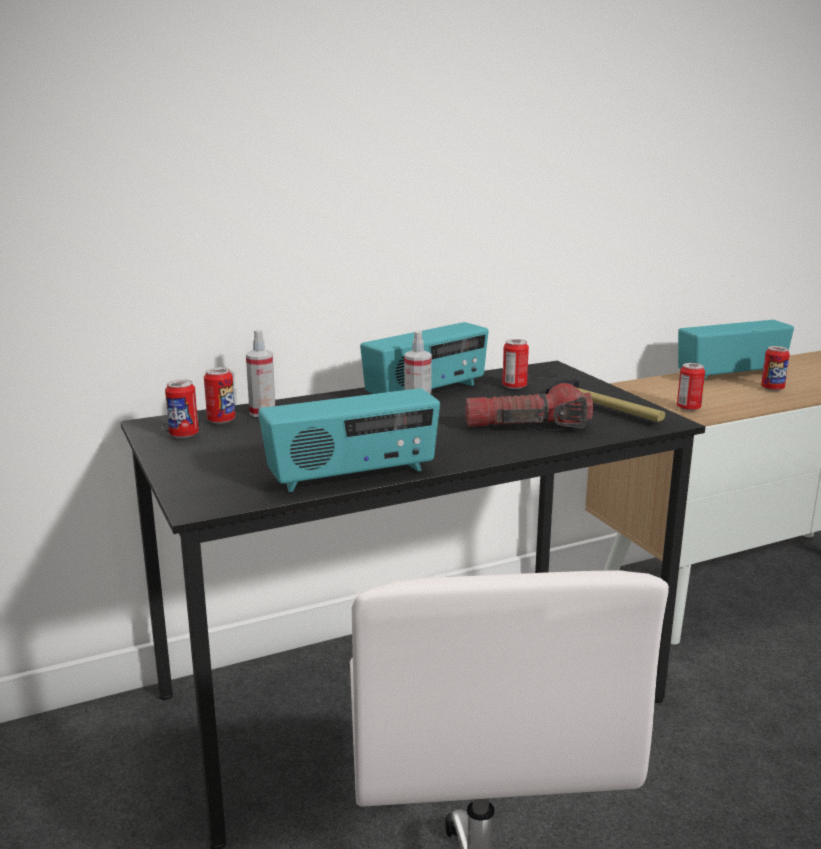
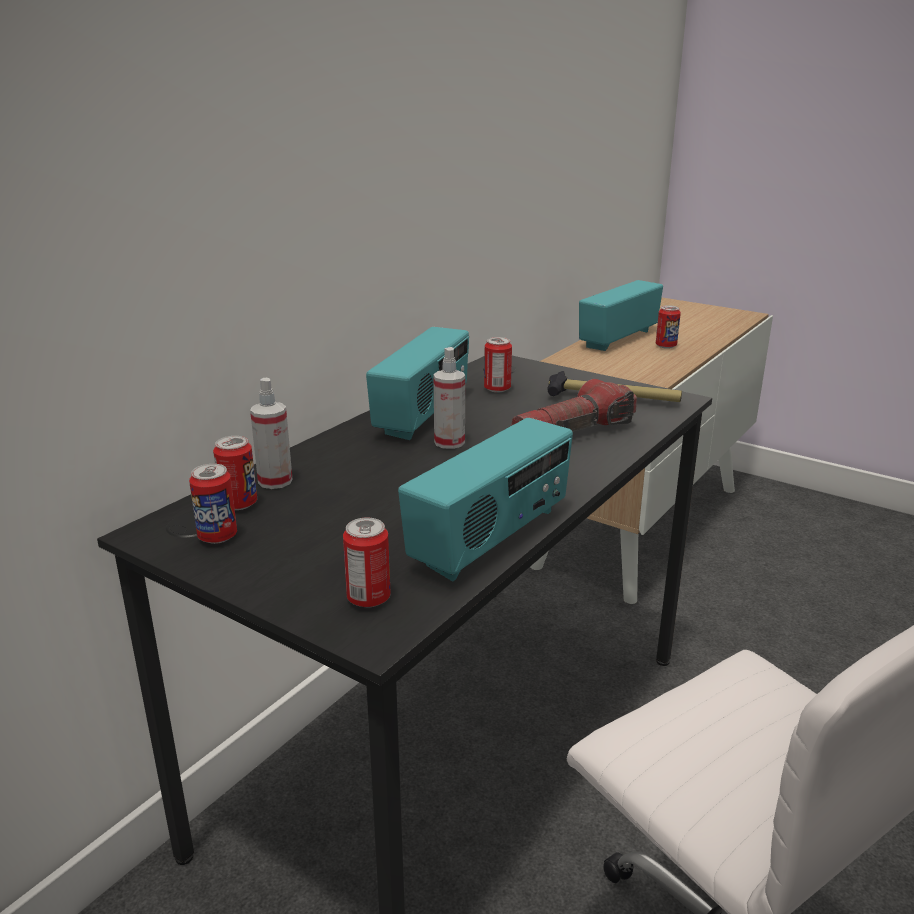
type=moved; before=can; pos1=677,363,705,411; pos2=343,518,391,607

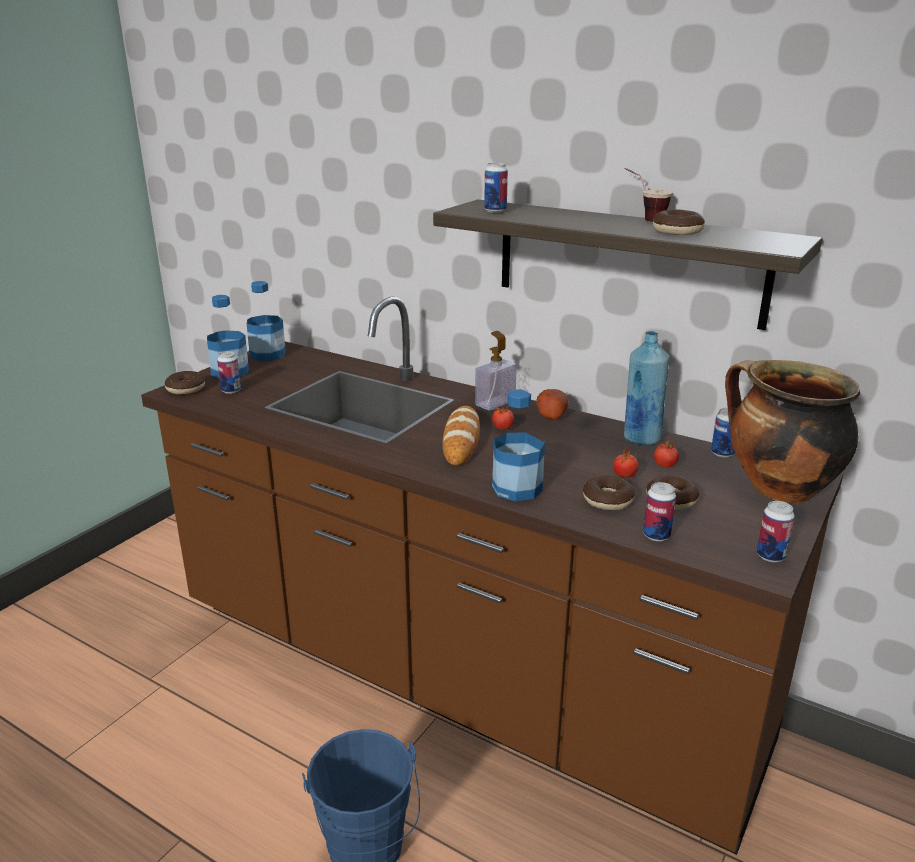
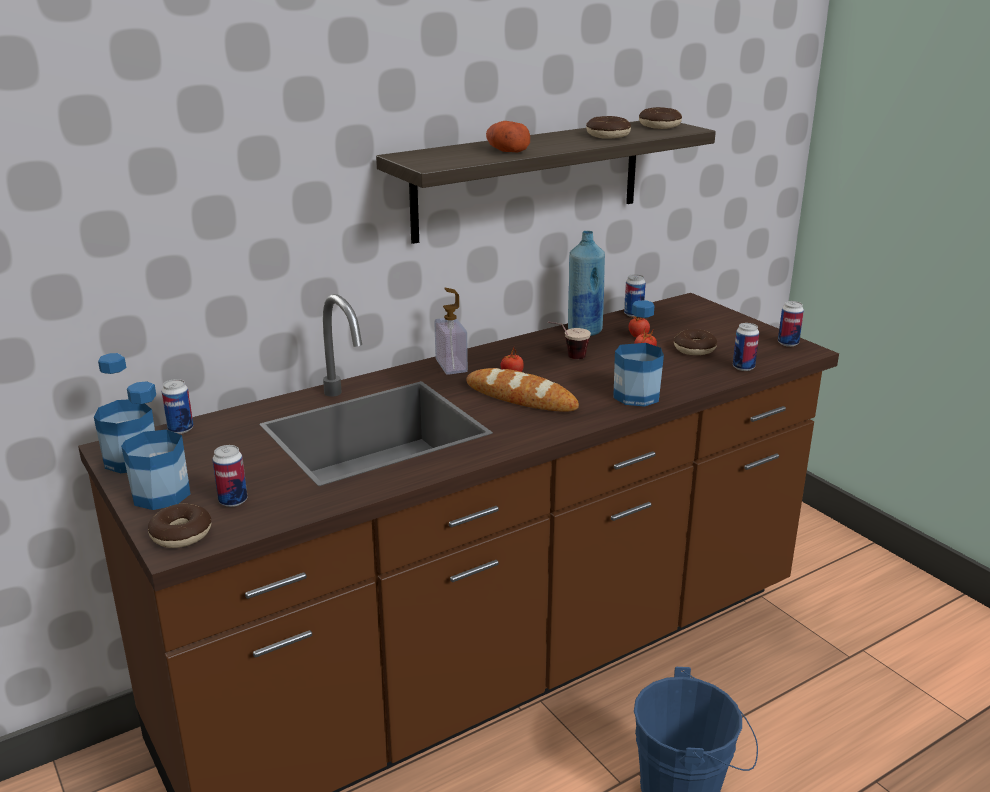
type=moved; before=can; pos1=484,163,508,213; pos2=162,379,193,434
type=moved; before=potato; pos1=536,389,569,419; pos2=486,121,530,153
type=moved; before=donut; pos1=583,475,635,510; pos2=639,107,682,129
type=moved; before=cup; pos1=625,168,672,222; pos2=548,322,591,359
type=removed; before=cooking pot; pos1=725,360,860,503

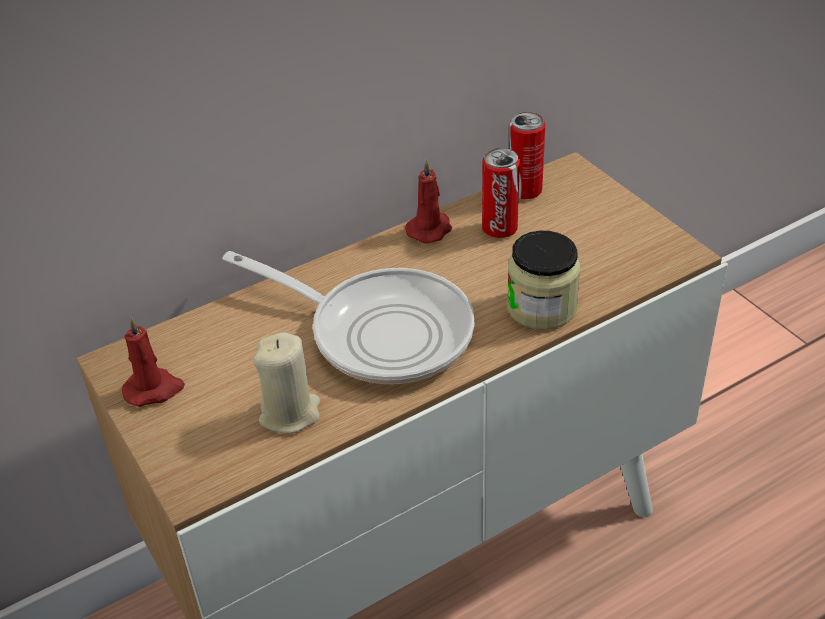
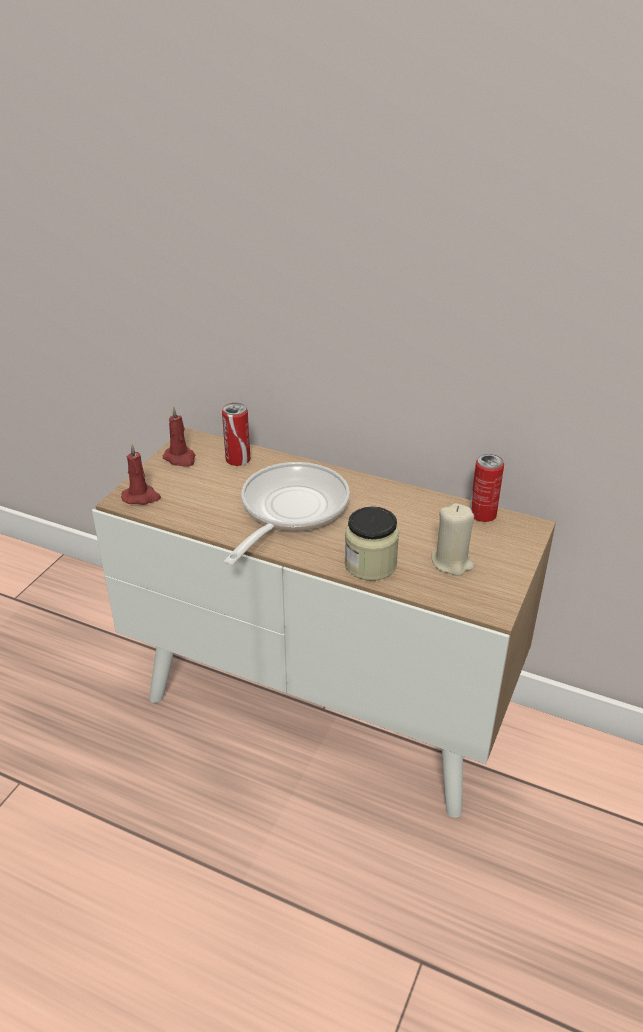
type=turned; before=frying pan; pos1=222,251,475,384; pos2=223,462,350,566; turn=-150
type=moved; before=beige candle; pos1=253,332,320,434; pos2=431,503,475,576
type=moved; before=red candle; pos1=405,160,452,244; pos2=121,444,161,505
type=moved; before=can; pos1=482,148,520,238; pos2=222,403,250,466

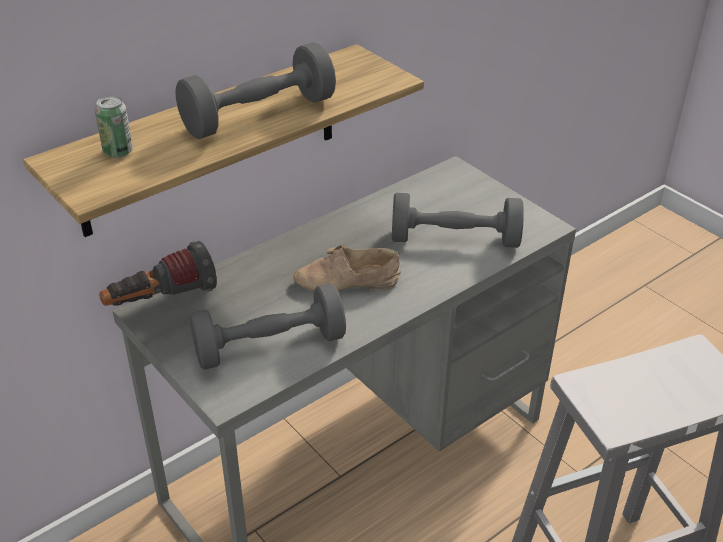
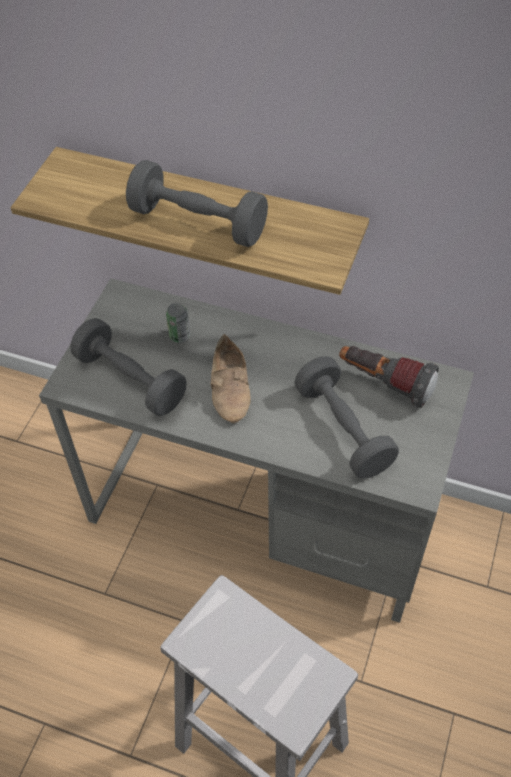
type=moved; before=can; pos1=95,96,133,158; pos2=166,303,190,343
type=moved; before=flashlight; pos1=99,241,217,306; pos2=339,346,439,408
type=turned; before=beige shoe; pos1=293,245,401,292; pos2=211,334,251,423; turn=-150

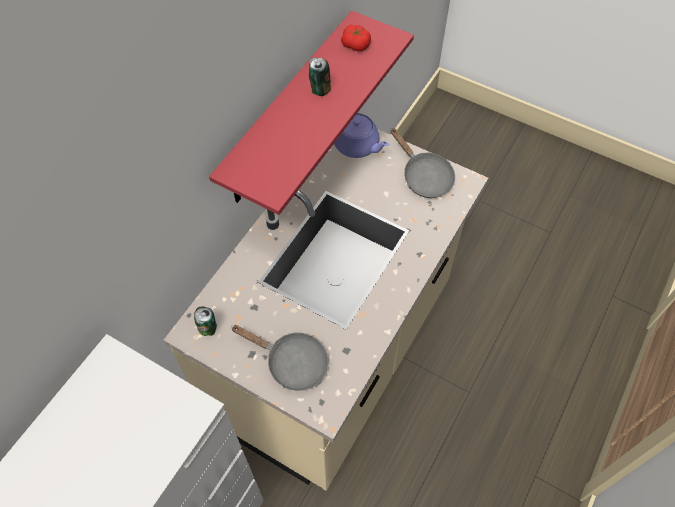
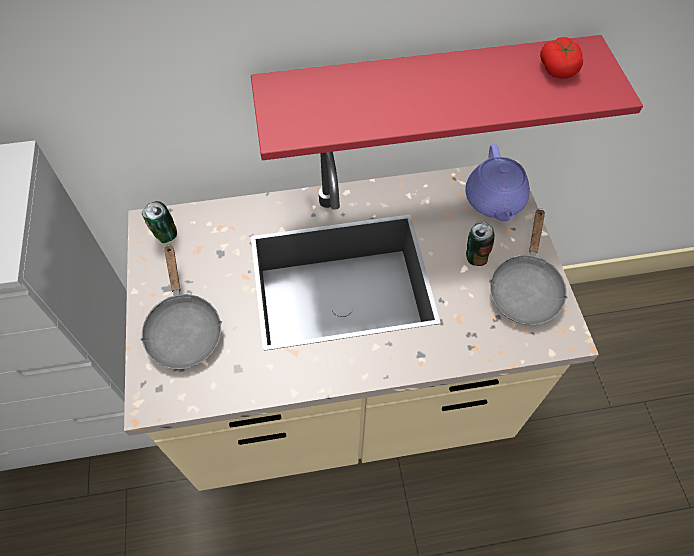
type=moved; before=can; pos1=309,58,331,96; pos2=466,221,494,266

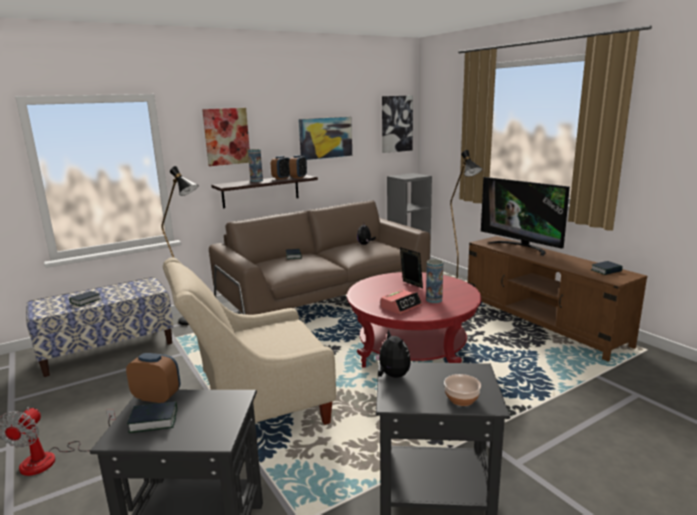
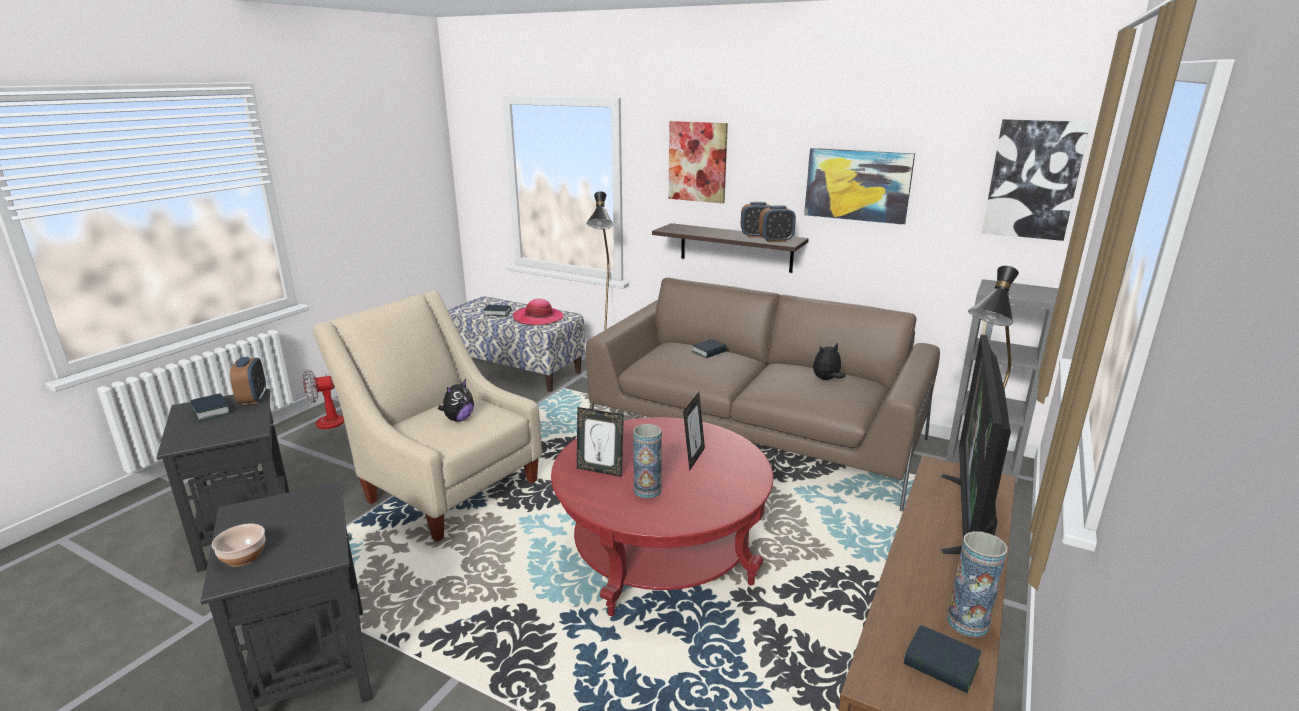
type=moved; before=vase; pos1=248,149,263,182; pos2=947,531,1007,637
type=moved; before=plush toy; pos1=375,330,411,378; pos2=438,379,474,422
type=replaced; before=alarm clock; after=picture frame; pos1=381,289,423,315; pos2=577,407,624,477
type=added; after=hat; pos2=513,299,563,325

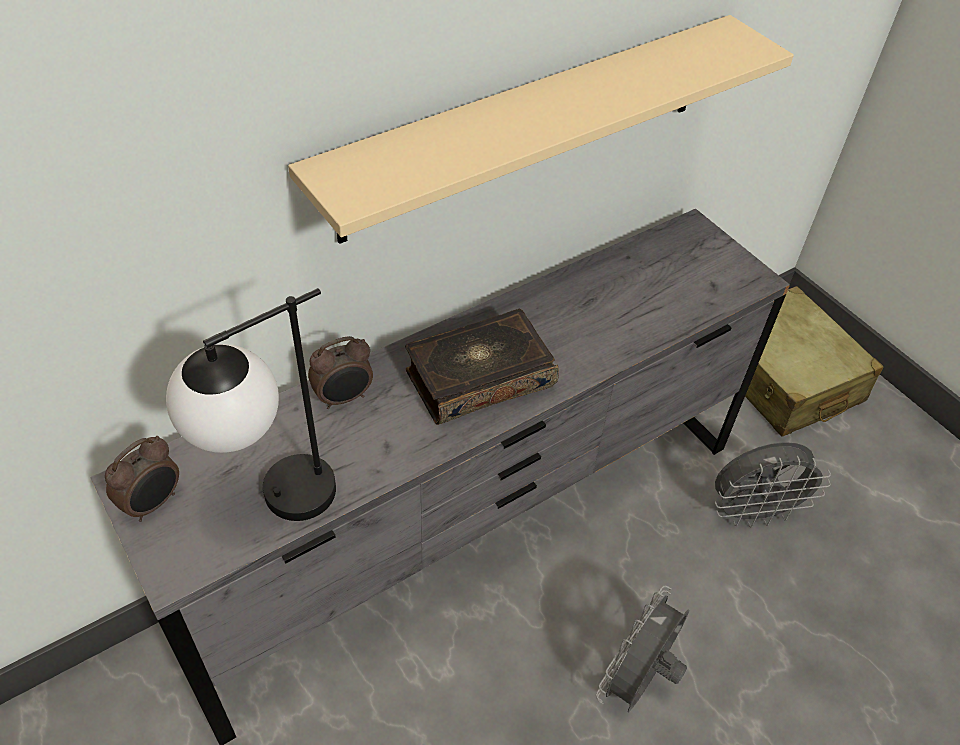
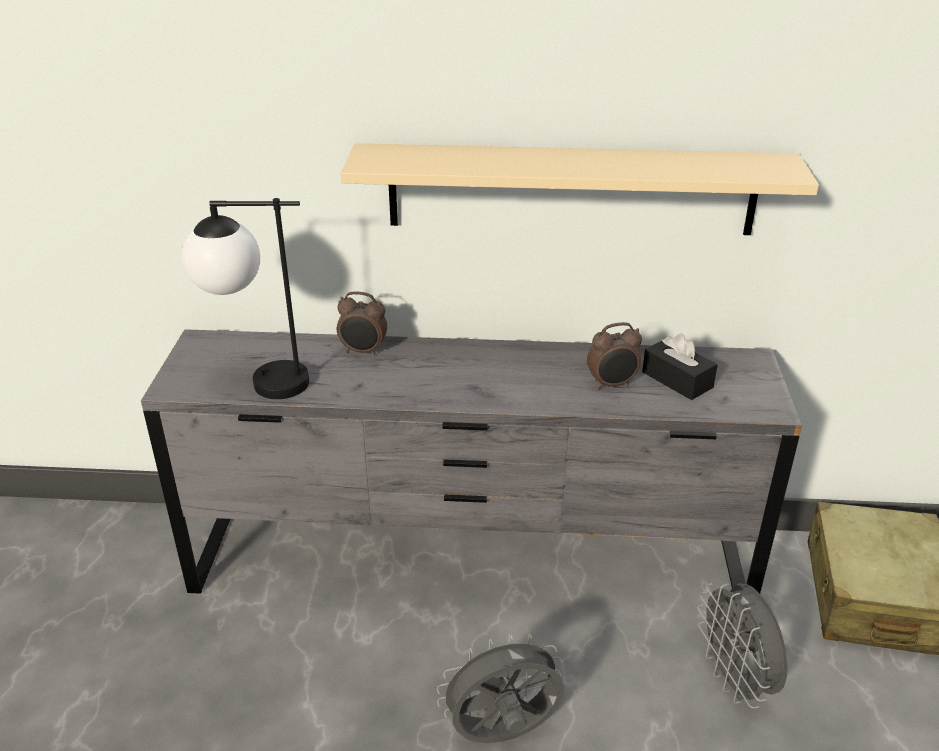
type=moved; before=alarm clock; pos1=105,436,179,522; pos2=587,322,642,390
type=removed; before=book; pos1=405,309,559,425
type=turned; before=grey fan; pos1=715,442,831,528; pos2=697,583,788,709; turn=45
type=added; after=black tissue box; pos2=642,333,718,400

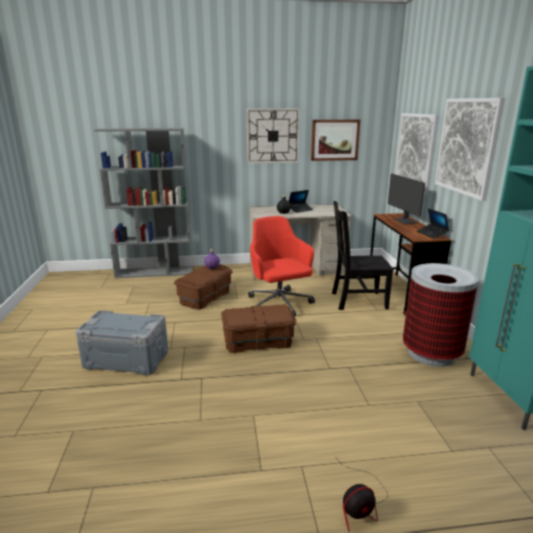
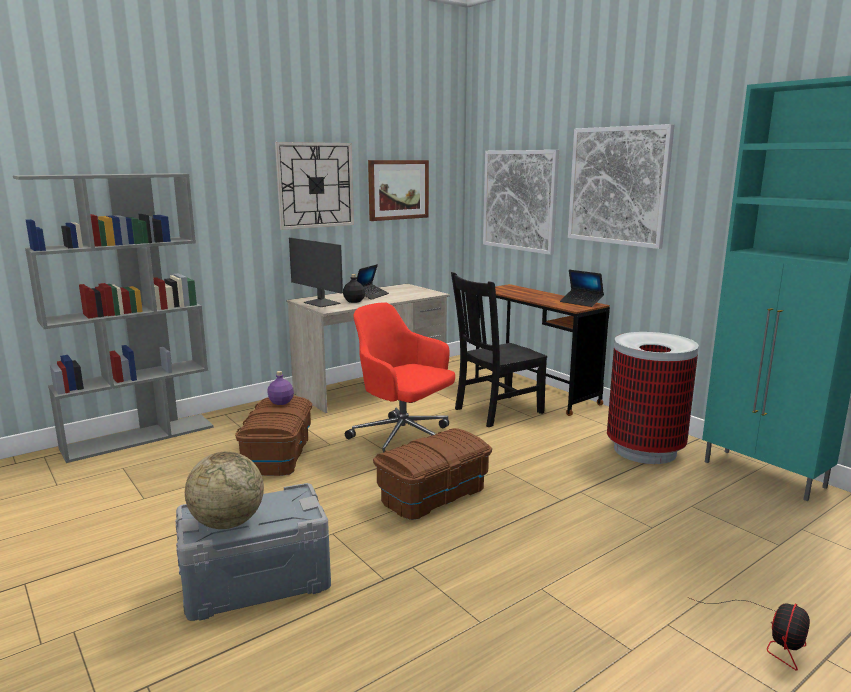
type=moved; before=monitor; pos1=388,174,425,224; pos2=289,238,343,307
type=added; after=globe; pos2=185,452,264,529

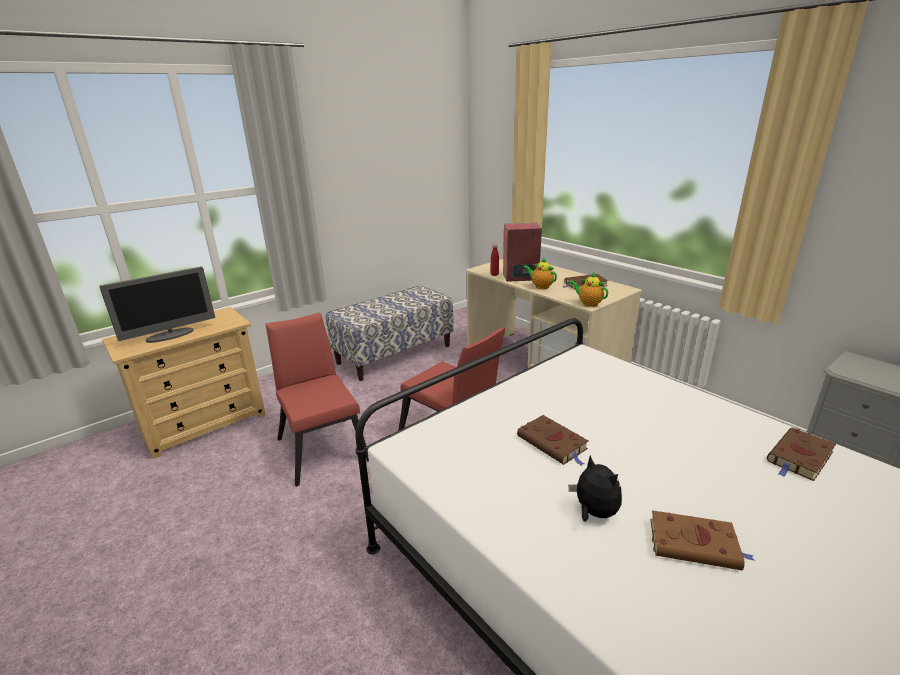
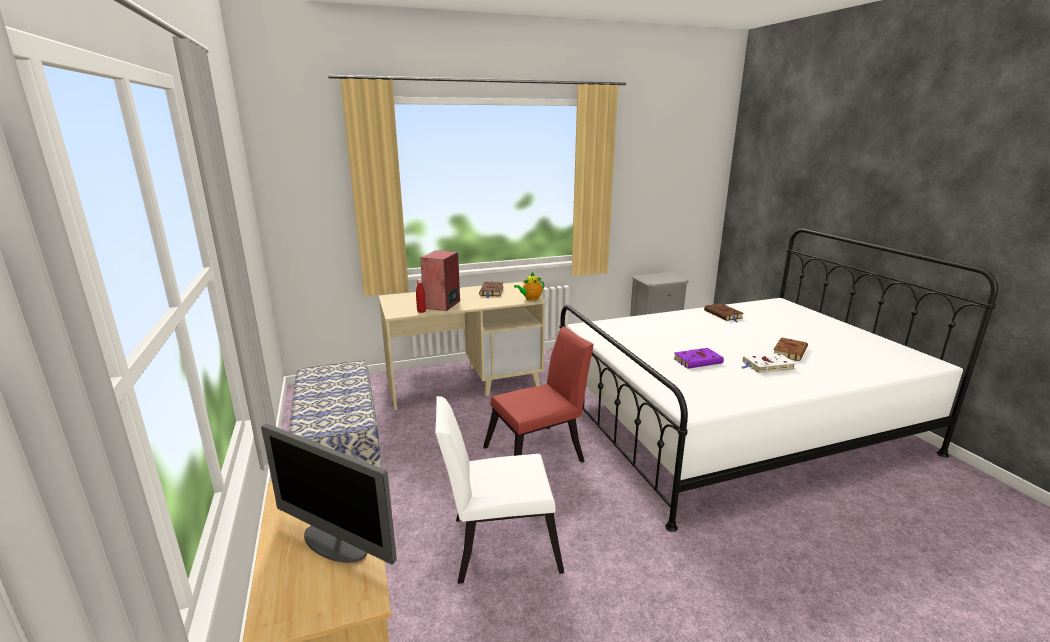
type=turned; before=monitor; pos1=99,266,215,343; pos2=261,424,397,565; turn=135
type=recoloured; before=red chair; after=white chair; pos1=265,313,369,487; pos2=435,396,564,584
type=recoloured; before=brown book; after=purple book; pos1=517,415,588,466; pos2=673,348,724,369
type=removed; before=teapot; pos1=523,257,557,289
type=replaced; before=plush toy; after=white book; pos1=569,455,622,522; pos2=742,353,796,373

